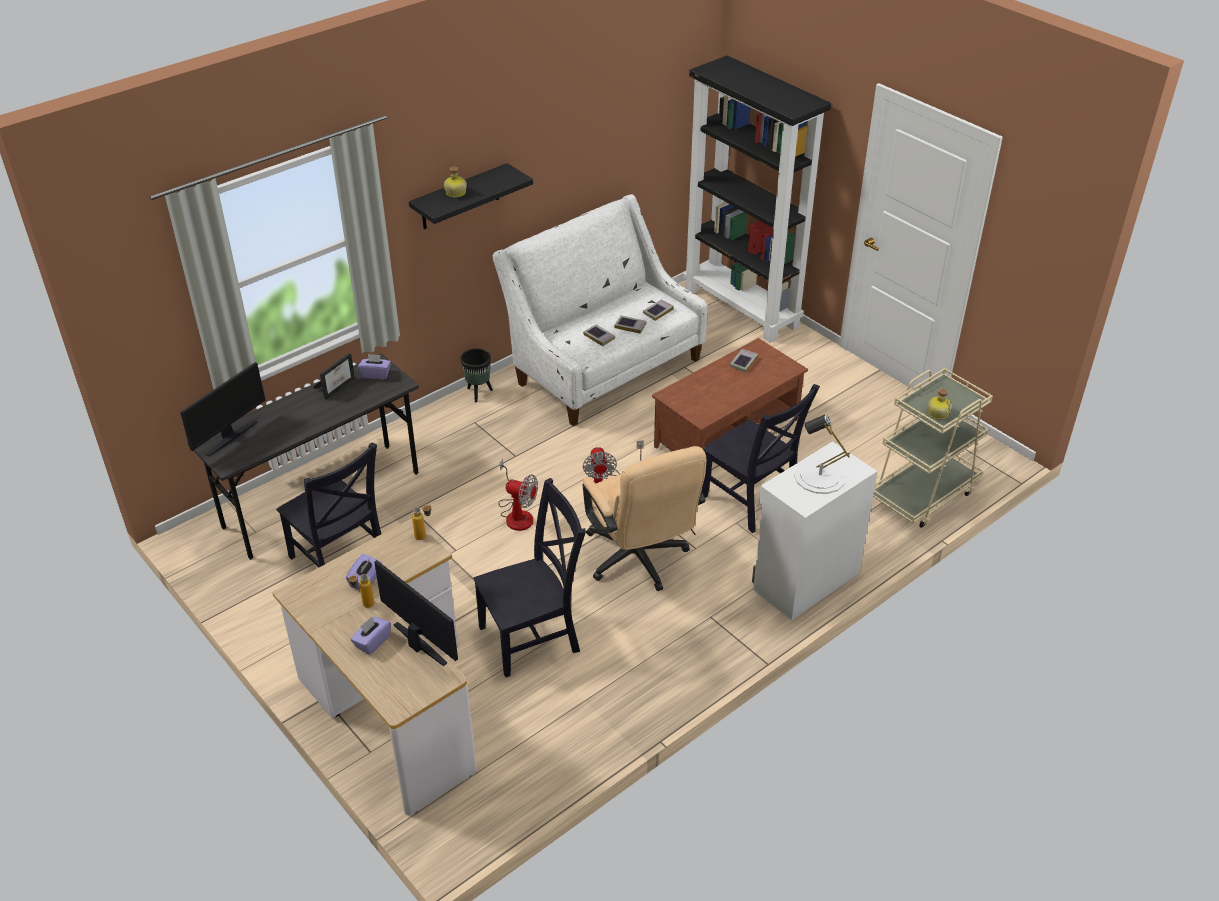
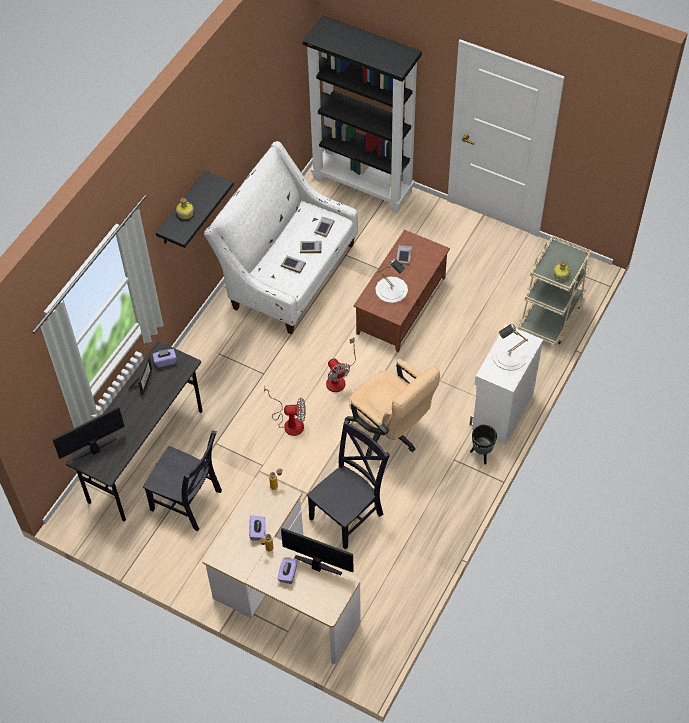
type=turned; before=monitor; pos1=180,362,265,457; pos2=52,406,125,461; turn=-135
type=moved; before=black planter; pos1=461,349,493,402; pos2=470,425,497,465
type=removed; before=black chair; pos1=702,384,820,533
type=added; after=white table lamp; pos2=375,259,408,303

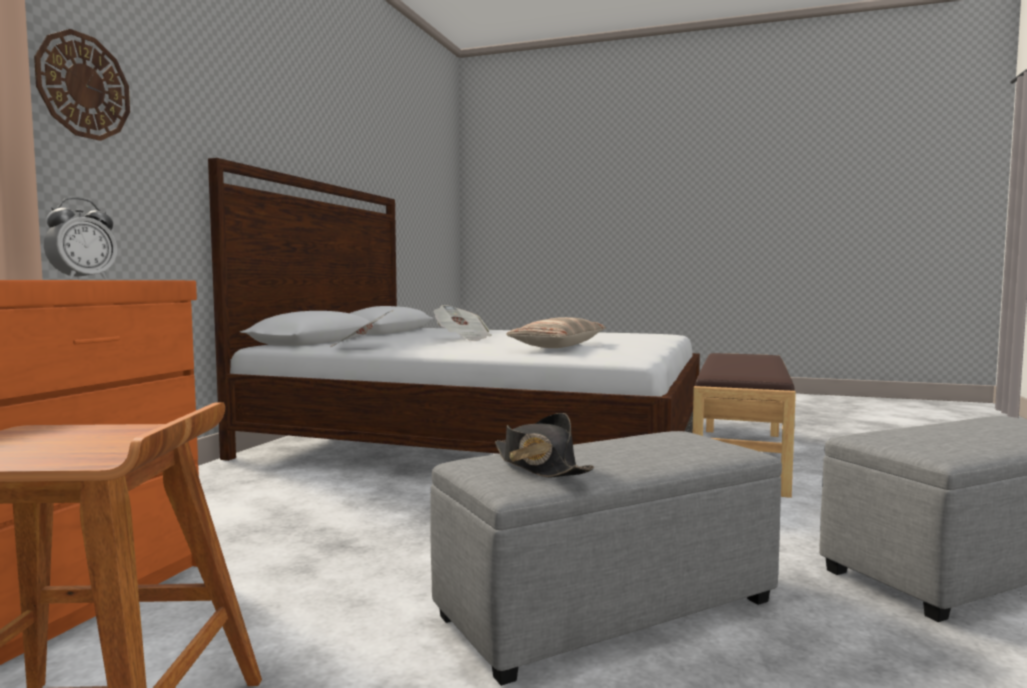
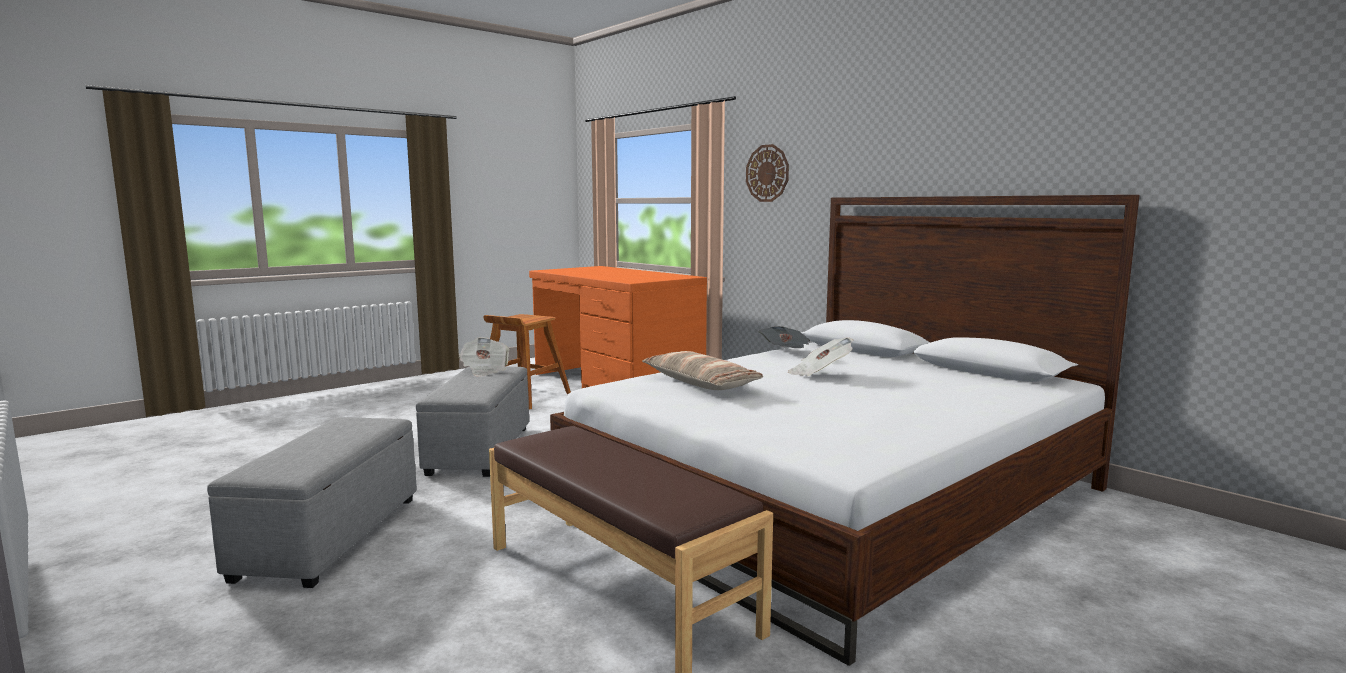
type=removed; before=alarm clock; pos1=44,198,117,279
type=replaced; before=black hat; after=newspaper; pos1=495,413,594,478; pos2=459,337,509,377

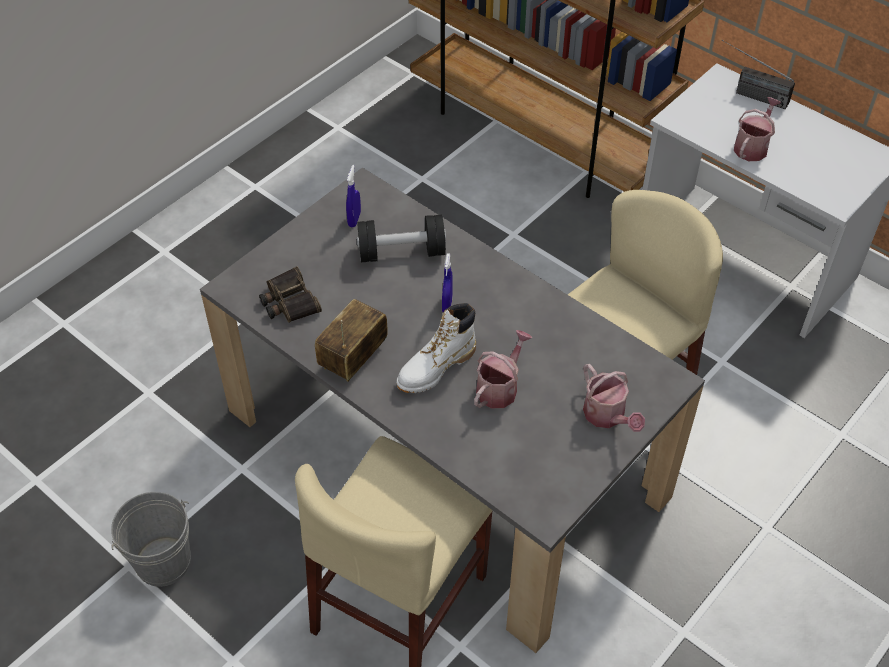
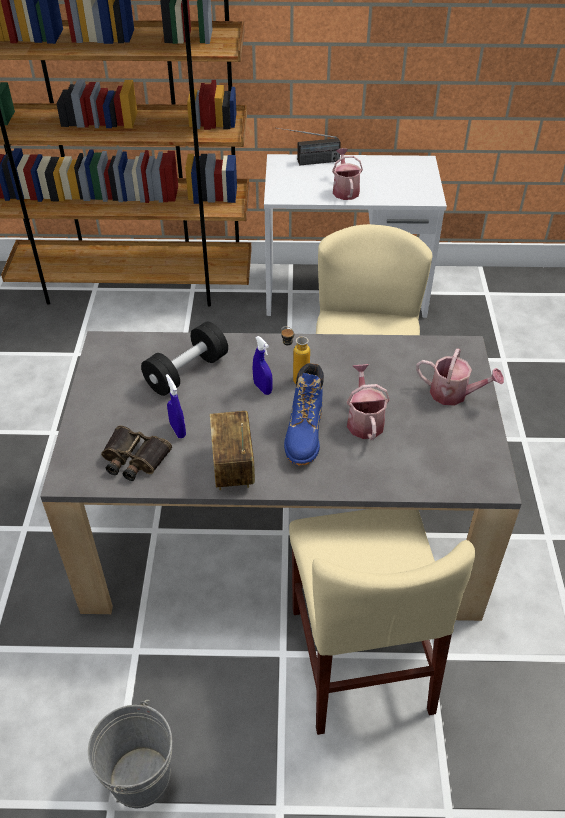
type=moved; before=blue spray bottle; pos1=346,165,361,227; pos2=166,374,186,438
type=recoloured; before=white boot; after=blue boot; pos1=396,303,476,393; pos2=284,363,324,466
type=added; after=bottle; pos2=281,326,310,384

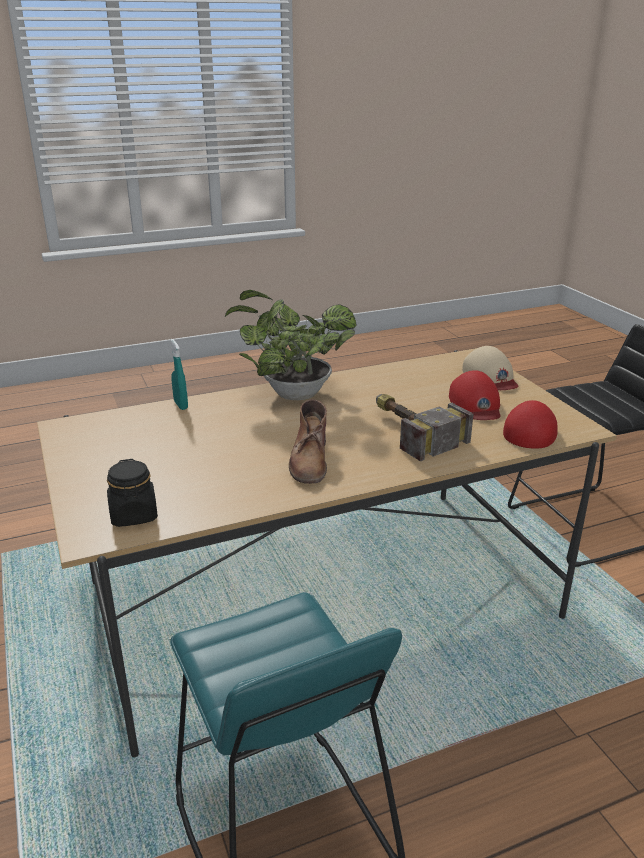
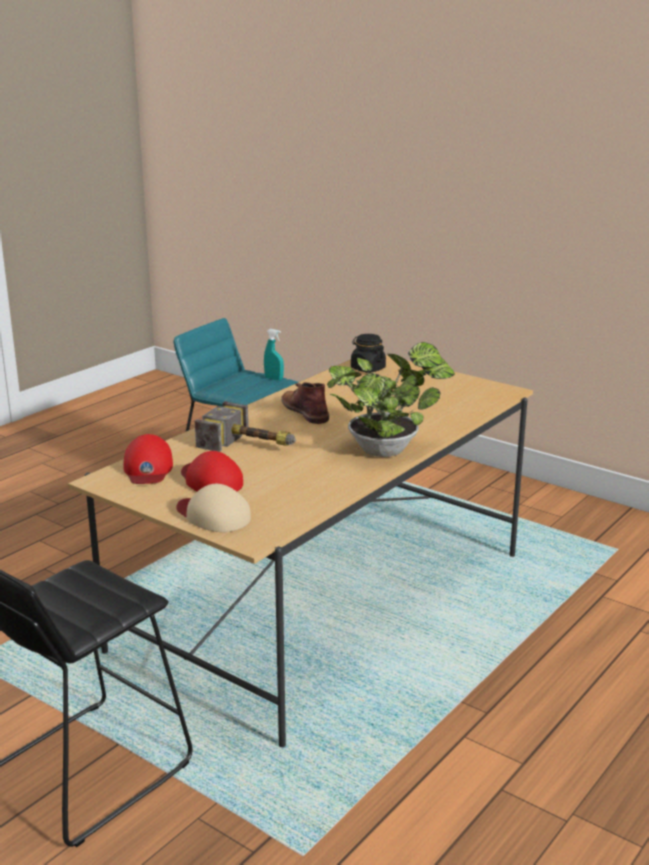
type=moved; before=turquoise spray bottle; pos1=170,339,188,410; pos2=264,329,284,381

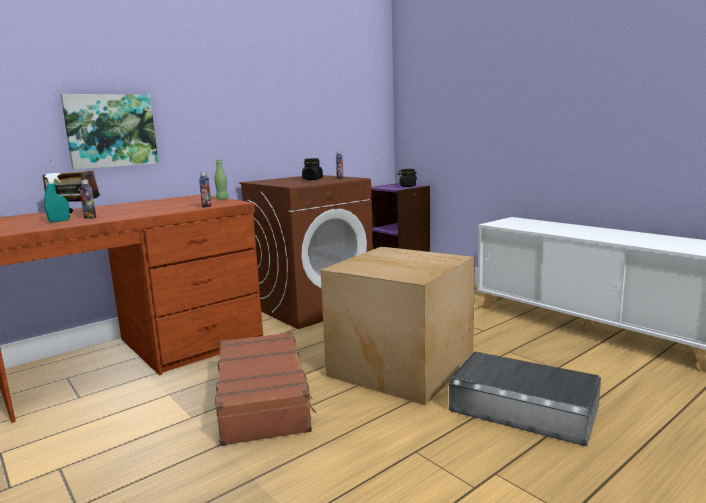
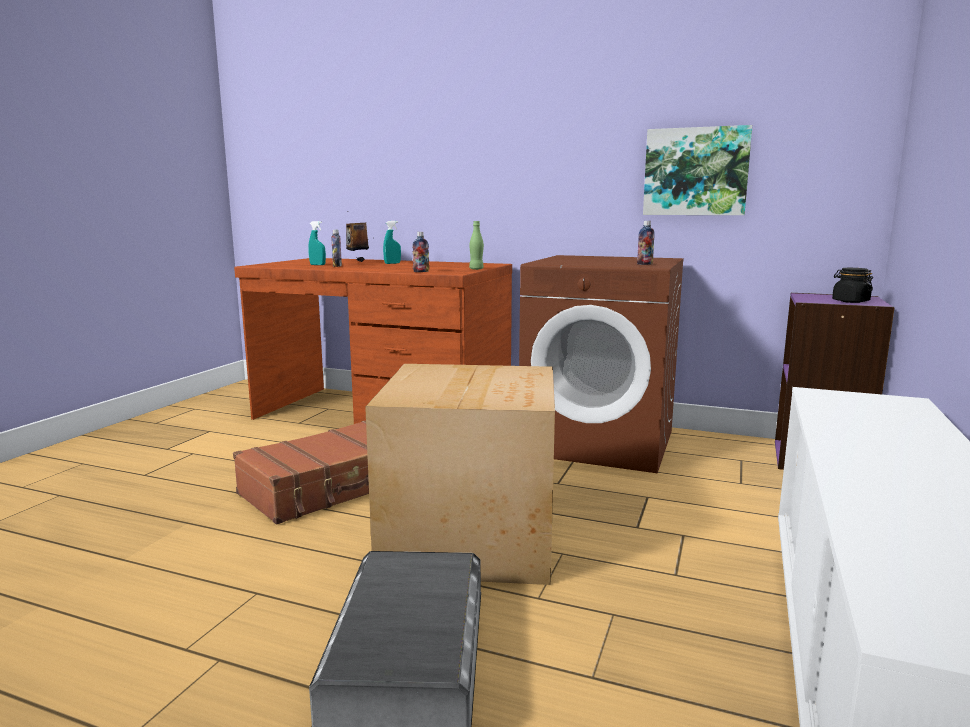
type=moved; before=picture; pos1=60,94,159,169; pos2=643,125,752,215
type=removed; before=black jar; pos1=302,158,323,180
type=added; after=turquoise spray bottle; pos2=383,221,401,264

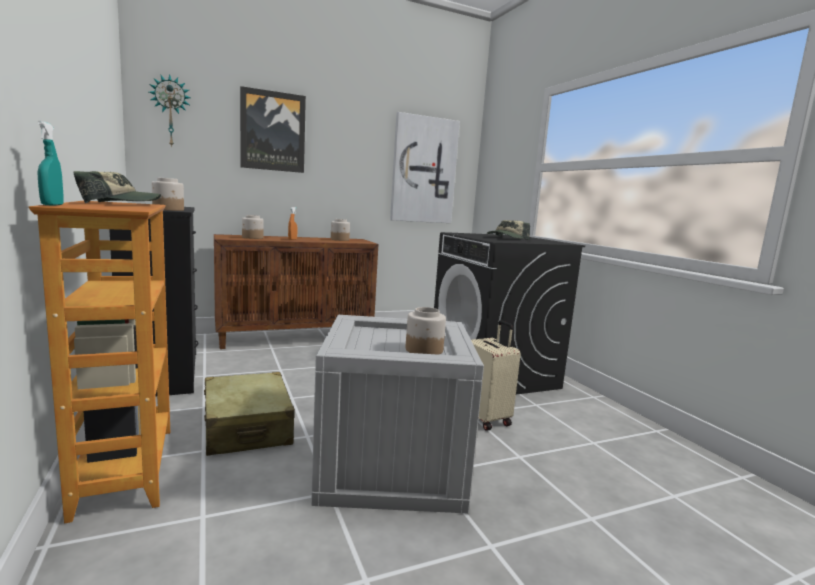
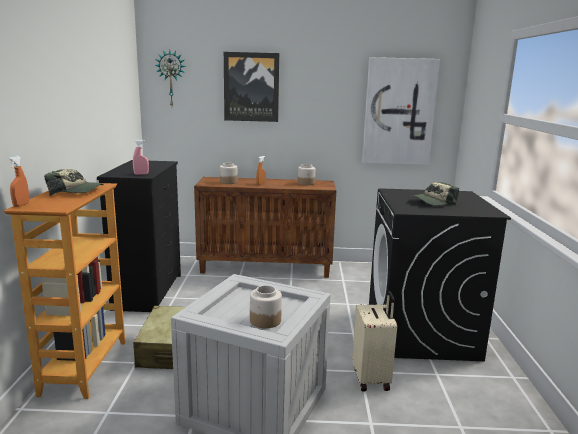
type=recoloured; before=turquoise spray bottle; after=orange spray bottle; pos1=37,121,64,206; pos2=8,156,29,207
type=replaced; before=jar; after=pink spray bottle; pos1=152,178,184,211; pos2=133,140,149,175

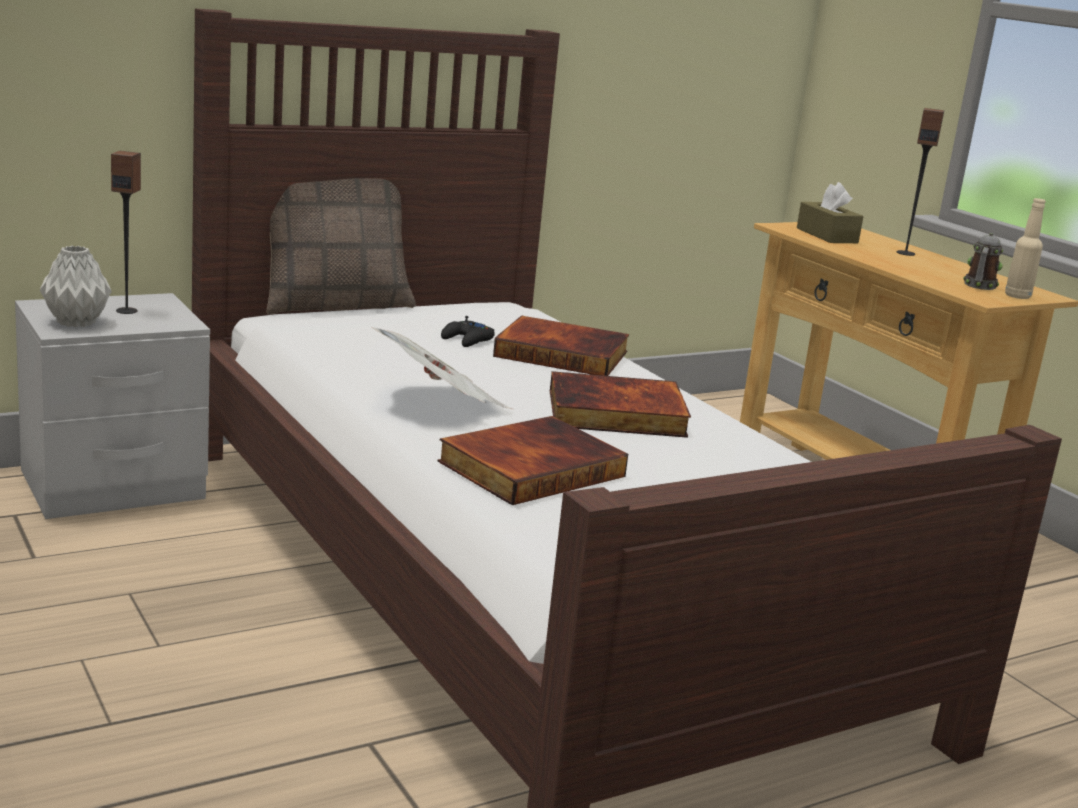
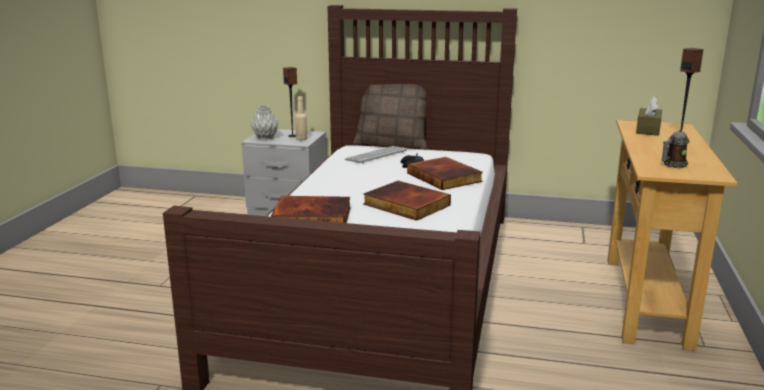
type=removed; before=newspaper; pos1=370,327,513,409
type=moved; before=beige bottle; pos1=1005,198,1046,299; pos2=295,96,307,141
type=added; after=keyboard; pos2=345,146,408,164

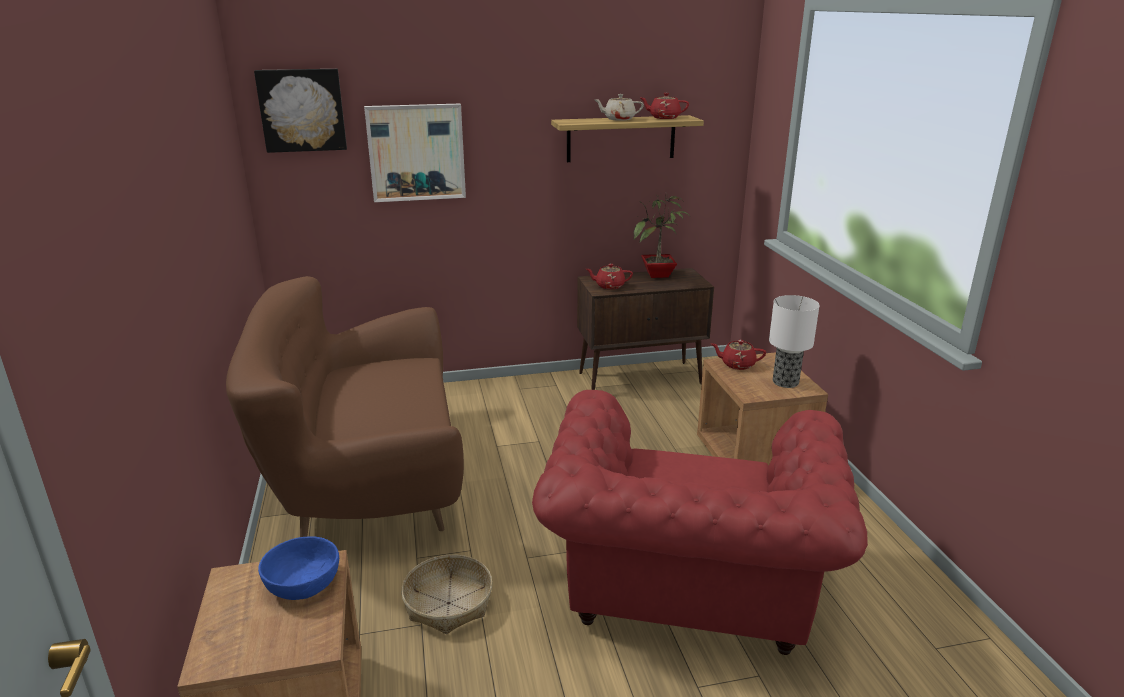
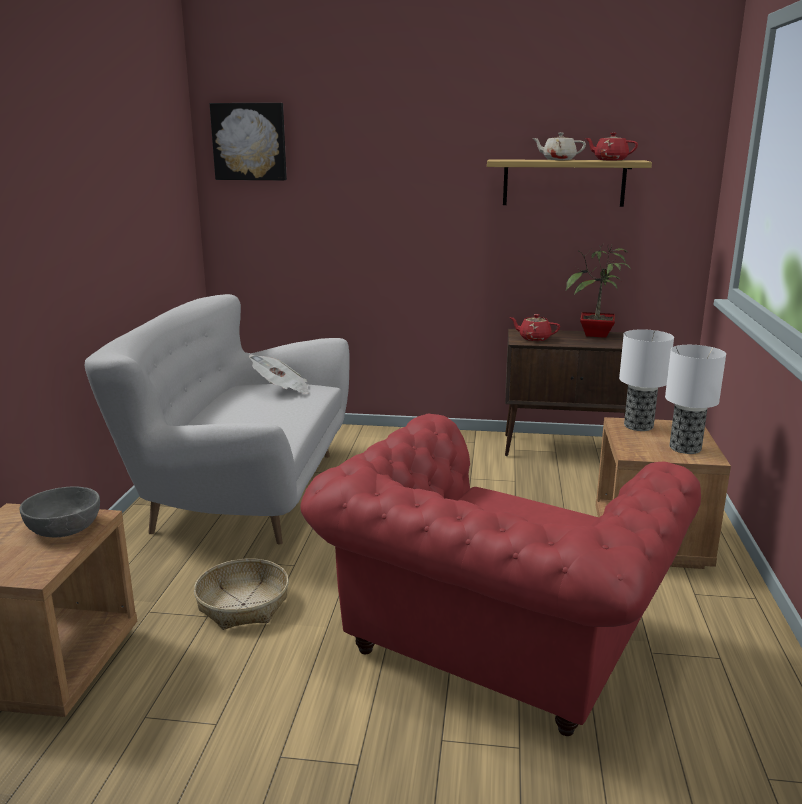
type=recoloured; before=brown sofa; after=white sofa; pos1=226,276,464,537; pos2=85,294,349,545
type=recoloured; before=blue bowl; after=grey bowl; pos1=258,536,339,600; pos2=19,486,100,537
type=removed; before=picture; pos1=364,104,466,202
type=replaced; before=red teapot; after=table lamp; pos1=711,340,766,370; pos2=619,329,674,431
type=added; after=newspaper; pos2=249,355,309,394

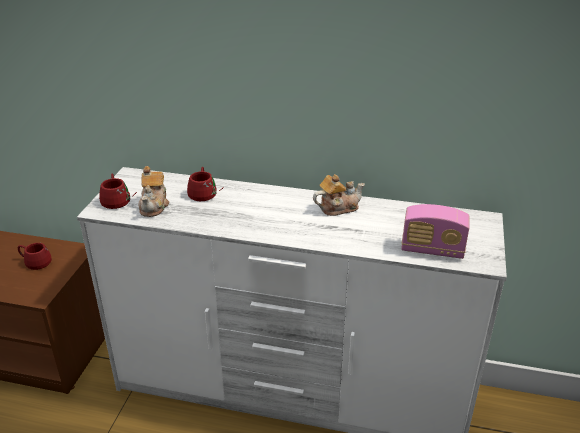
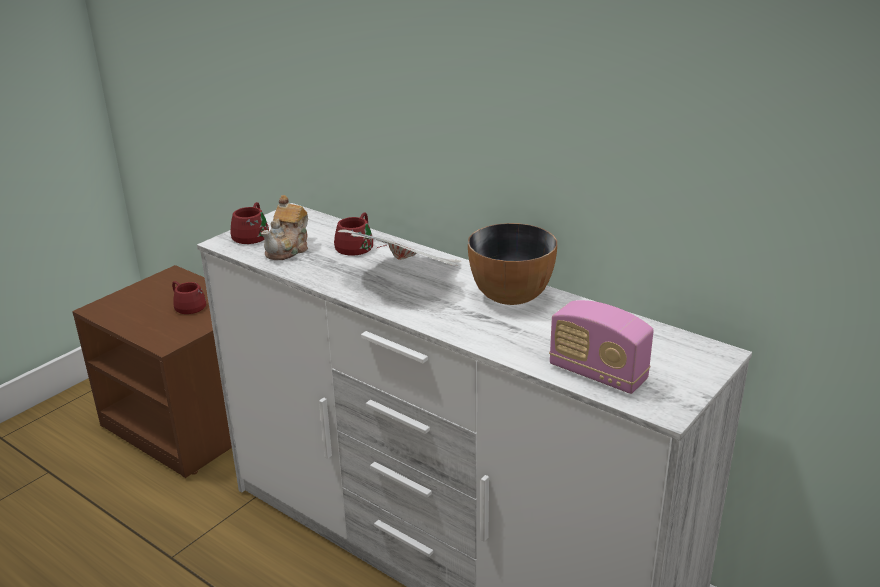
type=replaced; before=teapot; after=bowl; pos1=313,174,365,216; pos2=468,223,557,305
type=added; after=newspaper; pos2=338,229,461,266

